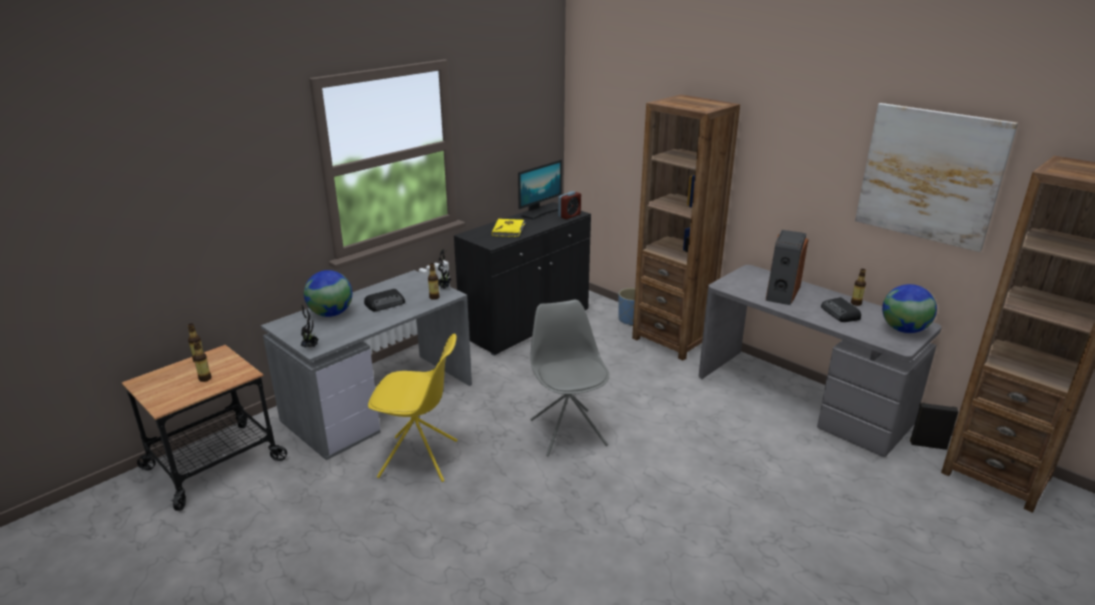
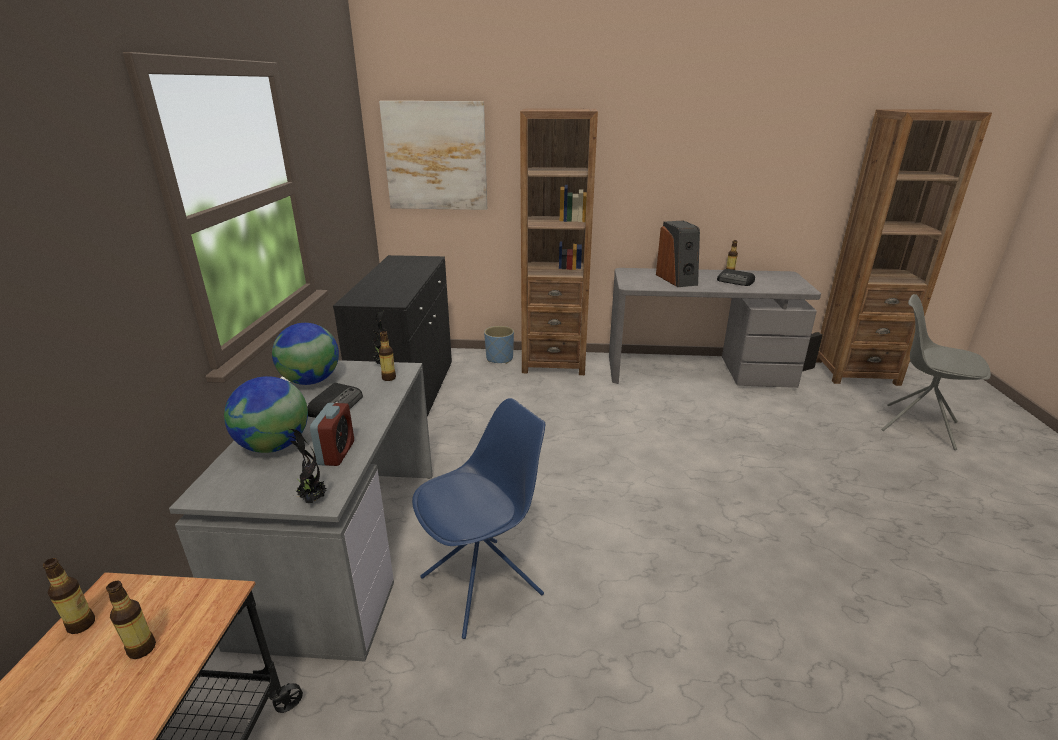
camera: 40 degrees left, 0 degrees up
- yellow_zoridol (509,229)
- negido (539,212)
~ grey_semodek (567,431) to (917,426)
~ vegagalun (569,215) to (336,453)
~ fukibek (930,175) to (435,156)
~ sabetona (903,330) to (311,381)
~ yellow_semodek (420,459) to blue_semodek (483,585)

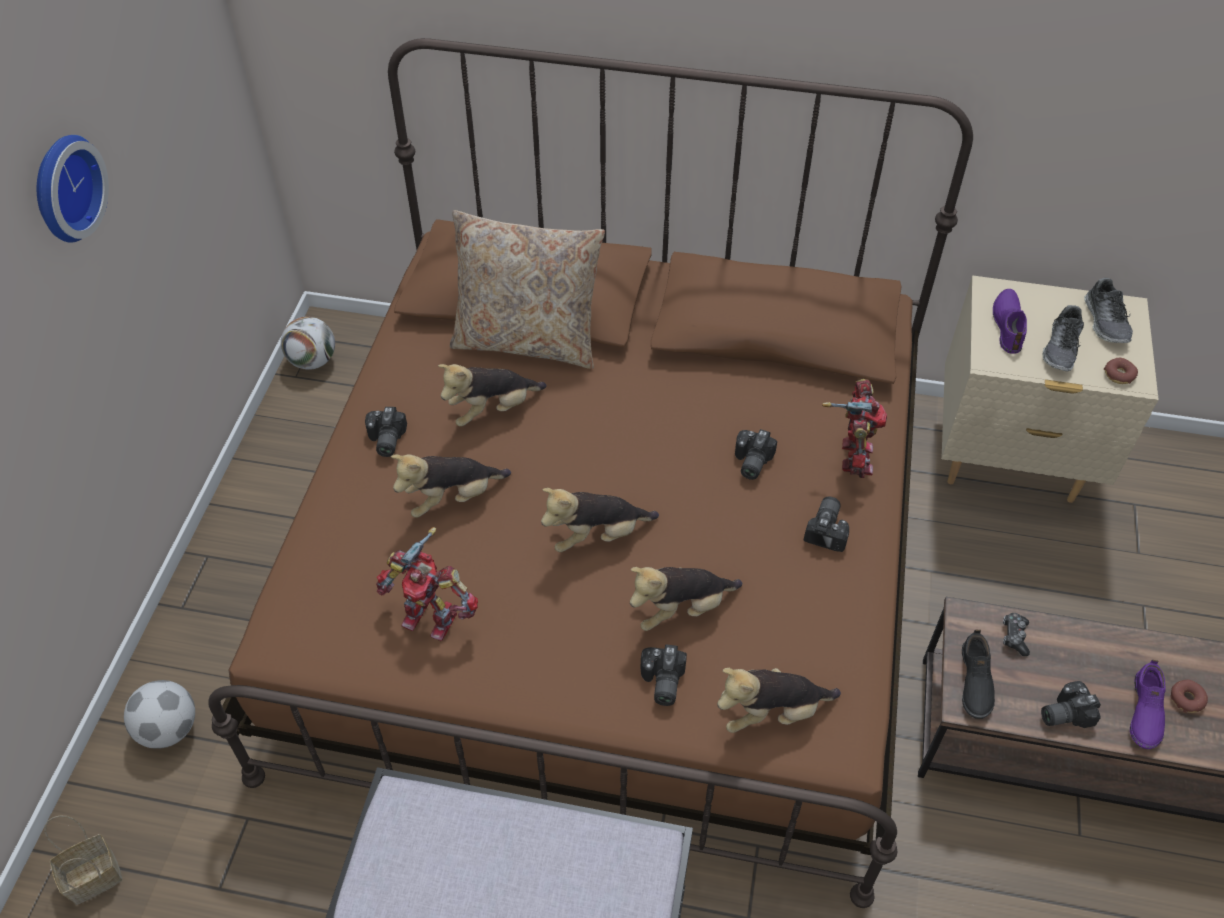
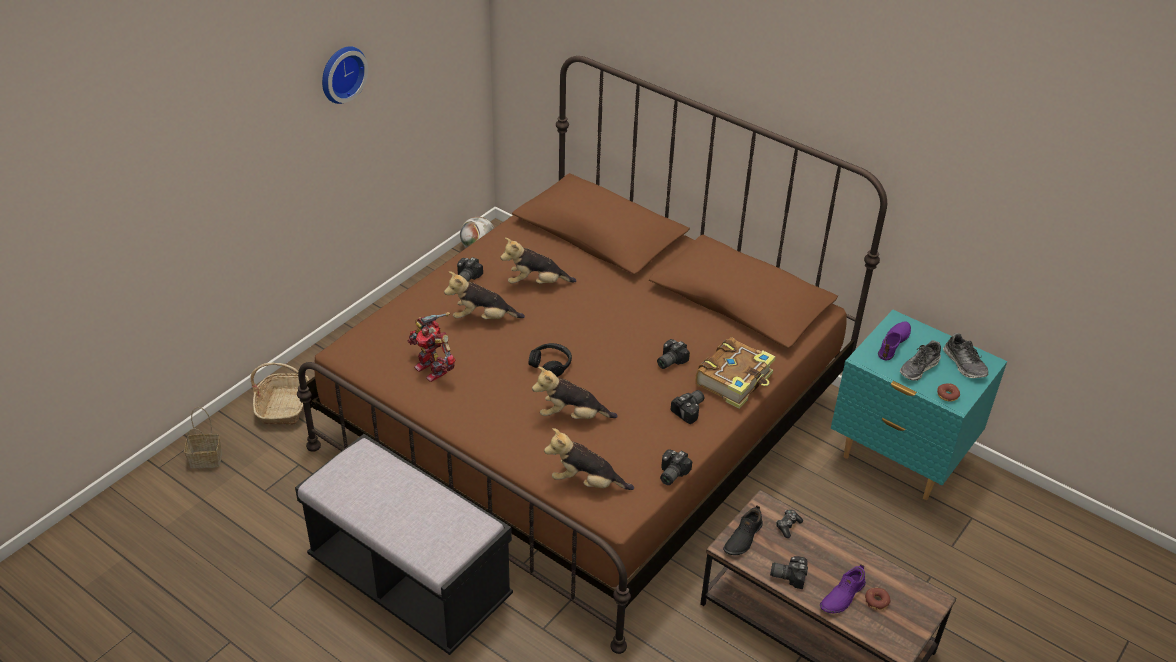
camera: 25 degrees right, 10 degrees down
- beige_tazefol (528,340)
~ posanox (661,682) to (670,473)
~ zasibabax (169,729) to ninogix (284,406)
~ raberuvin (597,536) to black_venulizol (551,364)
~ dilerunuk (852,457) to zoridol (735,380)
~ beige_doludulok (1010,460) to turquoise_doludulok (899,459)
~ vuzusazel (1105,322) = (964,364) 45 degrees counterclockwise

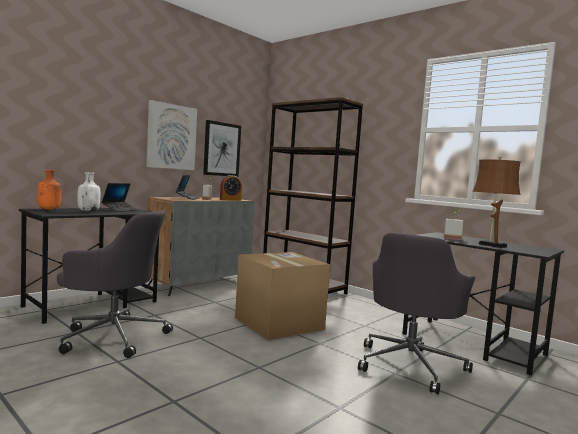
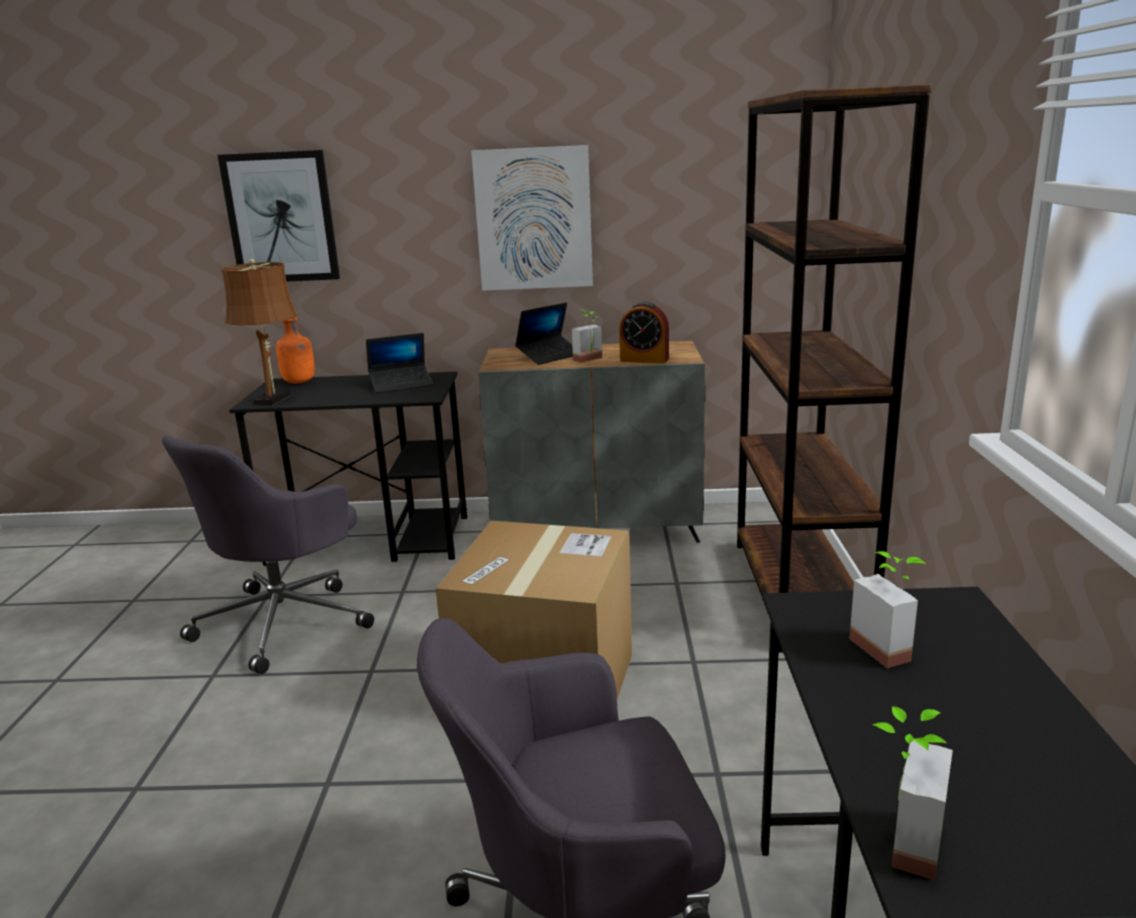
camera: 50 degrees right, 15 degrees up
- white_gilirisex (88,211)
+ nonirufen (899,839)
~ fukibek (222,149) to (281,217)
~ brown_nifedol (490,245) to (275,398)
~ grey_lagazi (113,336) = (285,621) 60 degrees clockwise

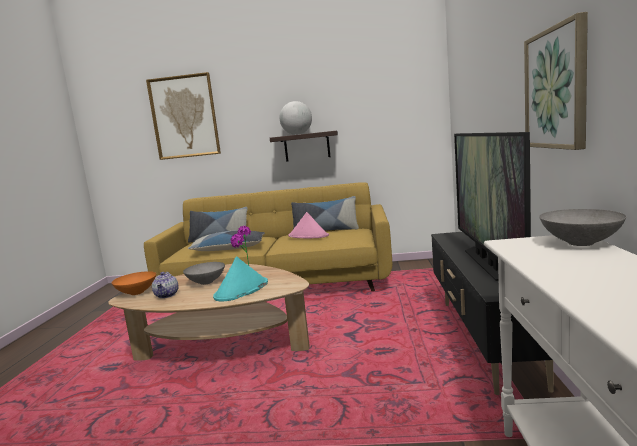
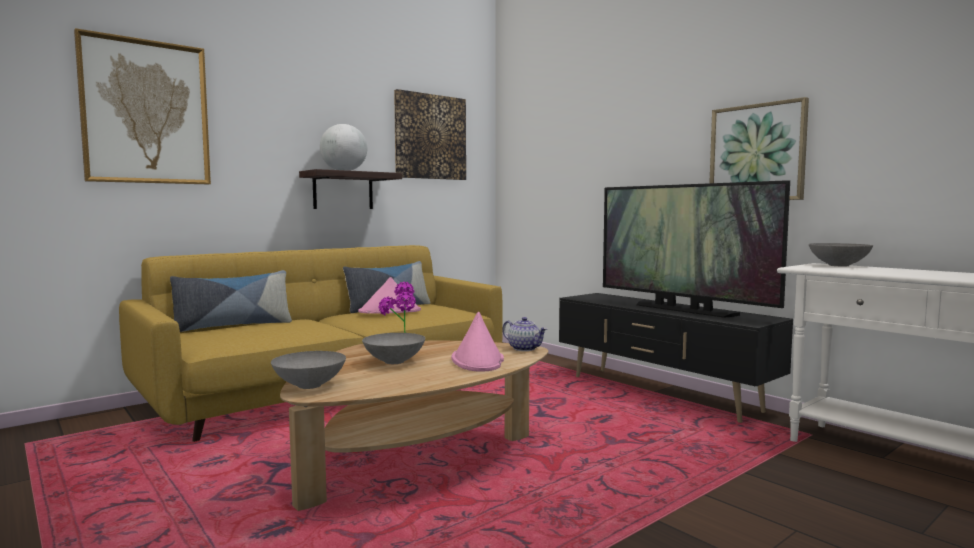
camera: 45 degrees left, 5 degrees down
- tazefol (229,248)
+ fukibek (430,137)
~ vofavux (167,295) to (524,348)
~ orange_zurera (136,293) to grey_zurera (309,386)
~ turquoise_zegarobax (241,290) to pink_zegarobax (477,360)

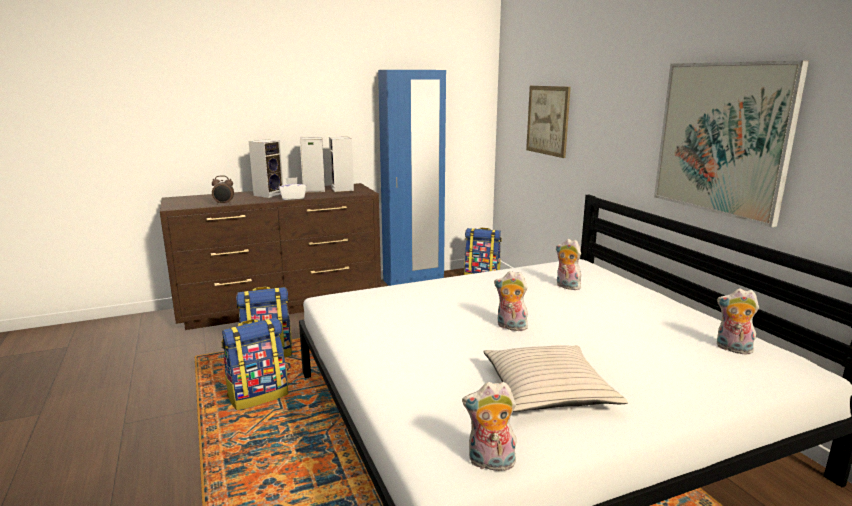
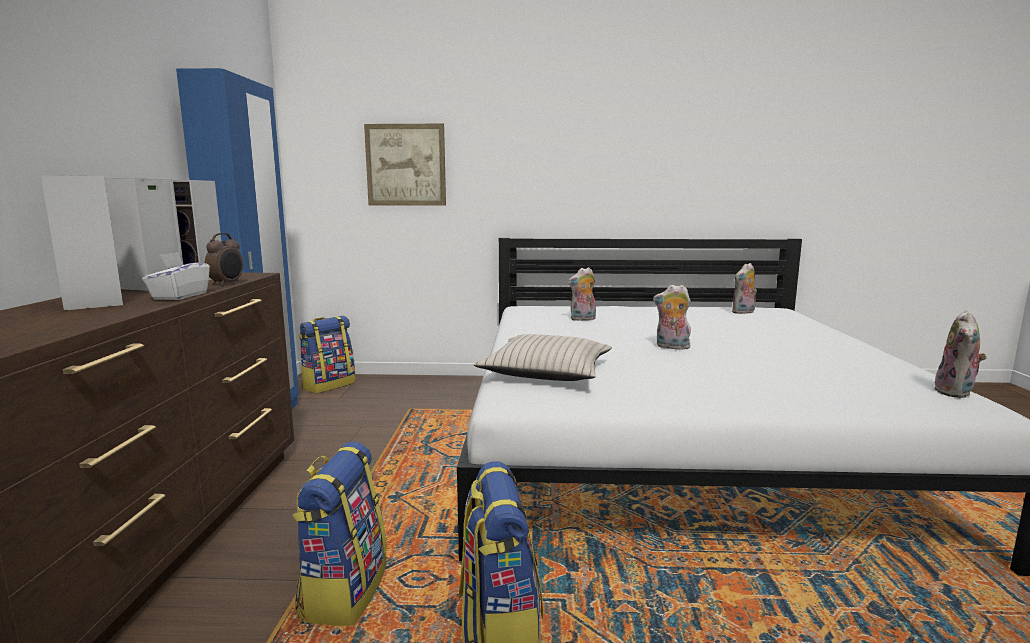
camera: 65 degrees left, 5 degrees down
- fukibek (722,139)
~ vegagalun (224,204) to (227,284)
~ beige_tazefol (548,390) to (546,372)
~ raberuvin (510,327) = (671,347) 60 degrees clockwise

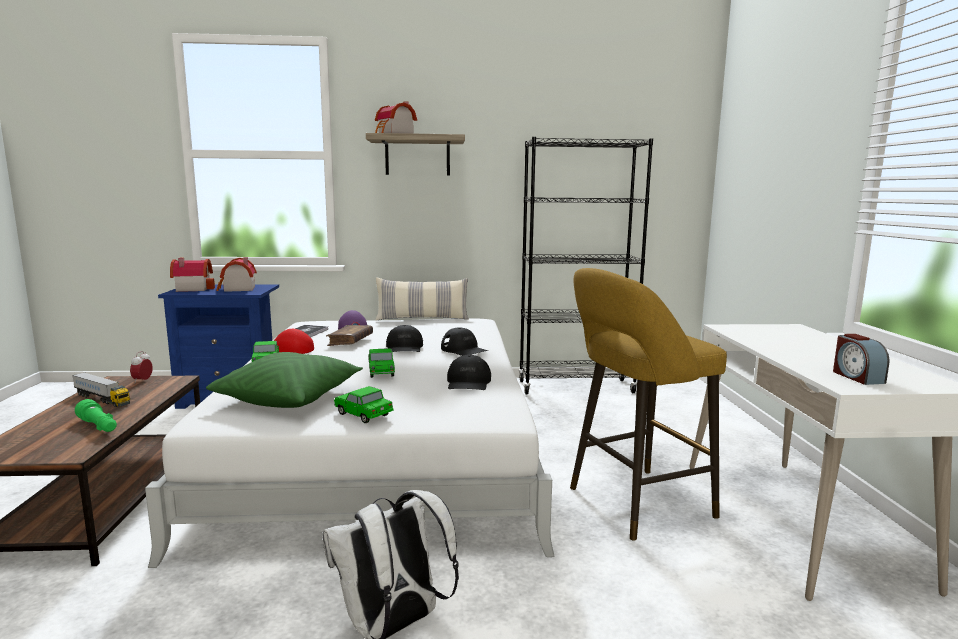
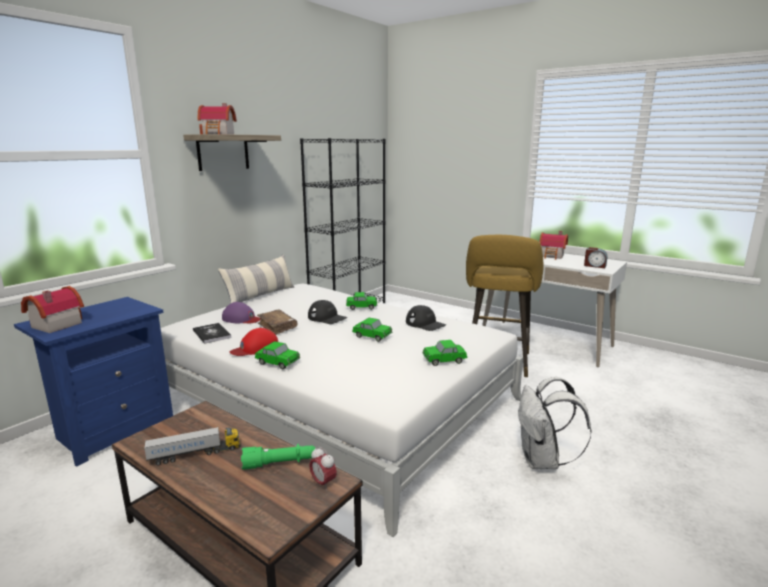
camera: 50 degrees left, 5 degrees up
- green_tazefol (290,397)
~ vegagalun (142,381) to (323,483)
~ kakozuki (237,289) to (552,256)
~ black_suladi (464,350) to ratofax (361,307)

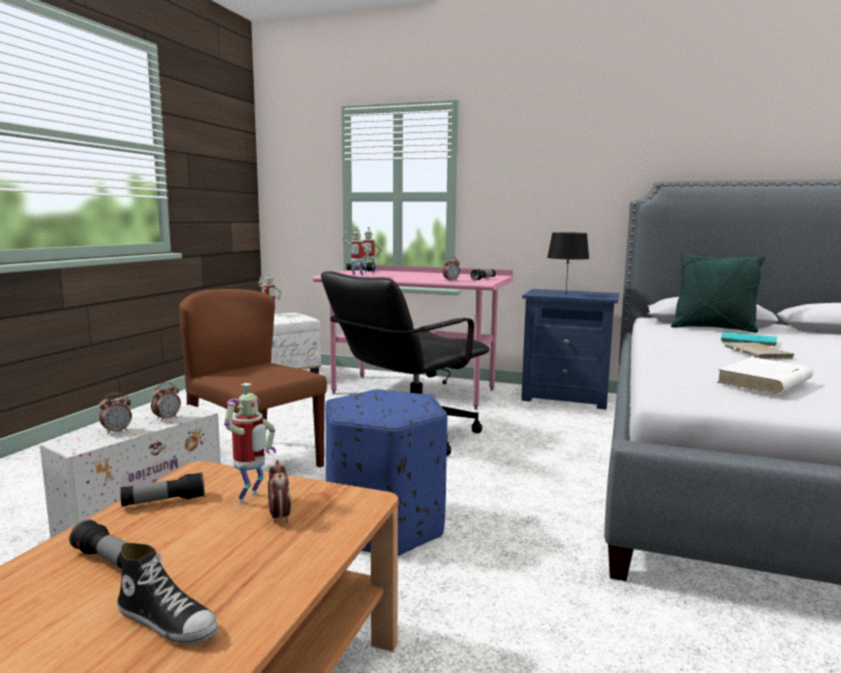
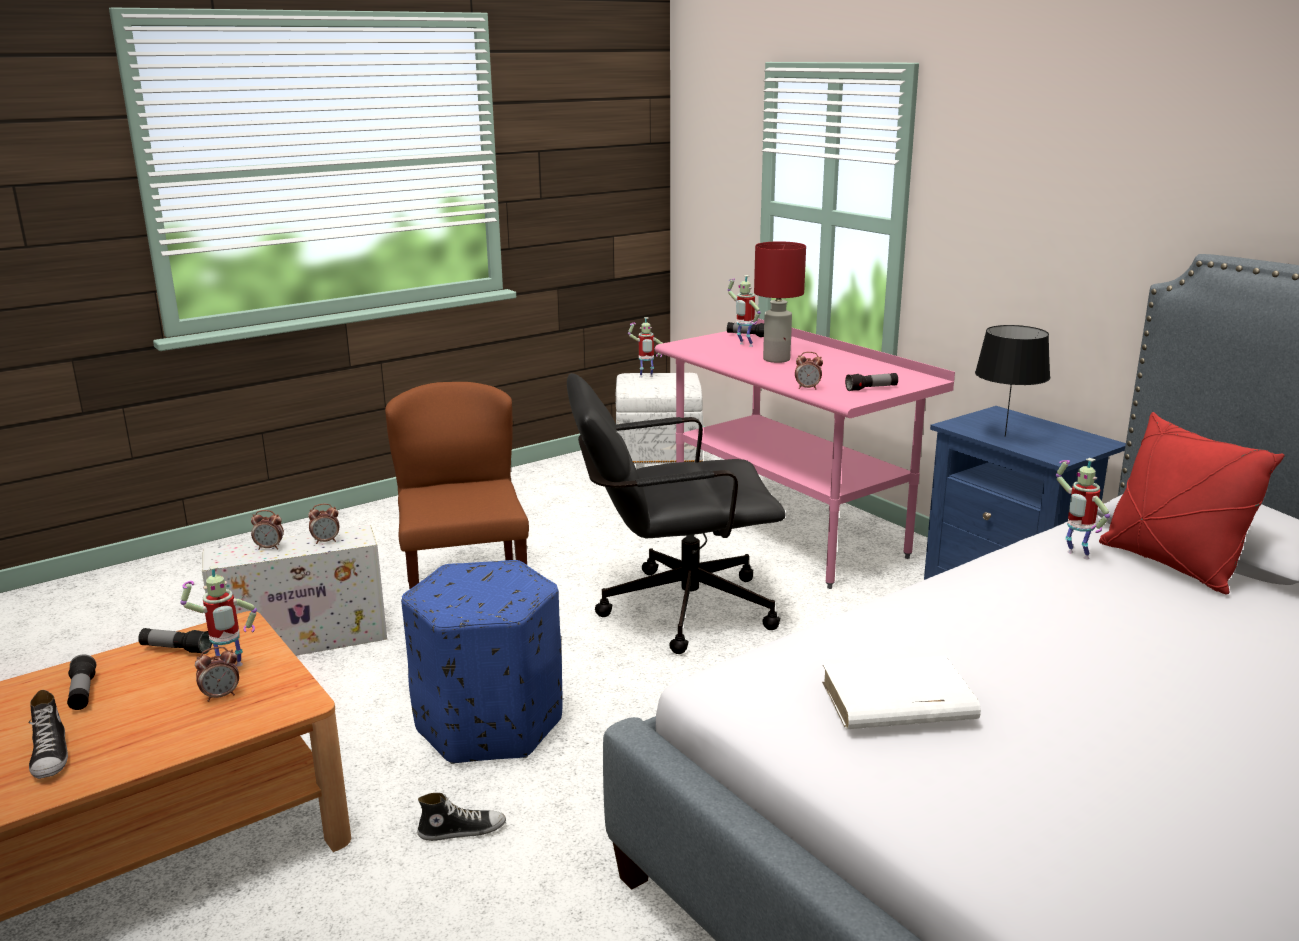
camera: 35 degrees right, 10 degrees up
- turquoise_zoridol (746,341)
- beige_zoridol (759,354)
+ vuzusazel (462,830)
+ red_nifedol (776,359)
~ dilerunuk (357,276) to (1075,555)
~ green_tazefol (713,329) to red_tazefol (1171,564)
~ vegagalun (279,517) = (221,695) 45 degrees clockwise

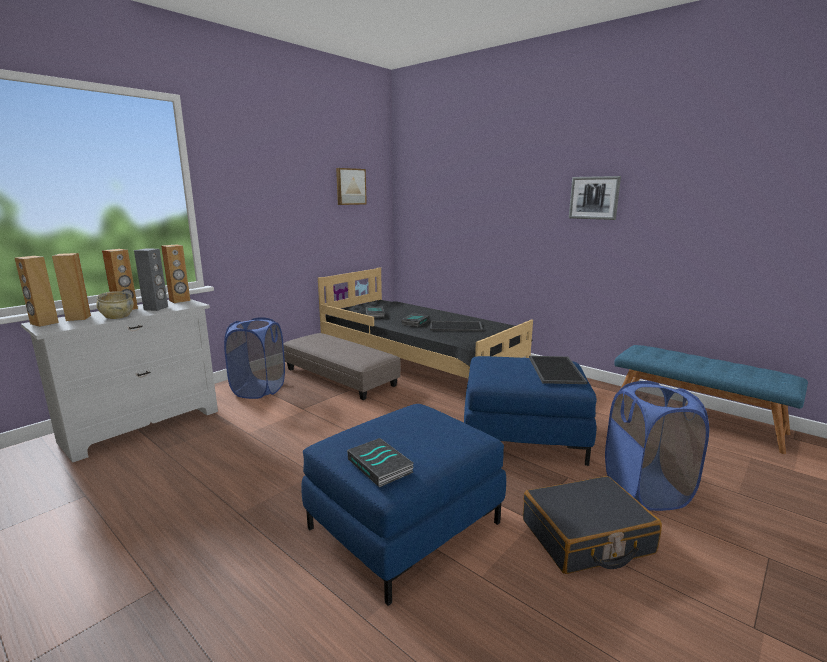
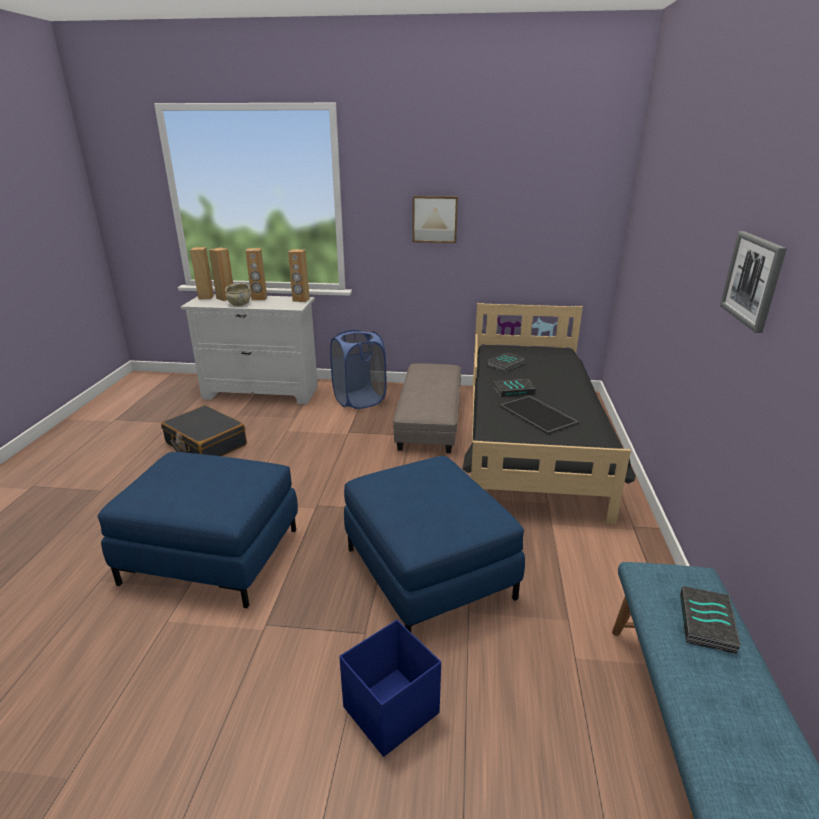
camera: 55 degrees right, 10 degrees up
- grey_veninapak (156,308)
- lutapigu (554,369)
~ fukibek (350,186) to (435,219)
~ zoridol (381,466) to (708,624)
~ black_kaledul (586,537) to (205,444)
~ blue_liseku (645,490) to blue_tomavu (389,711)

